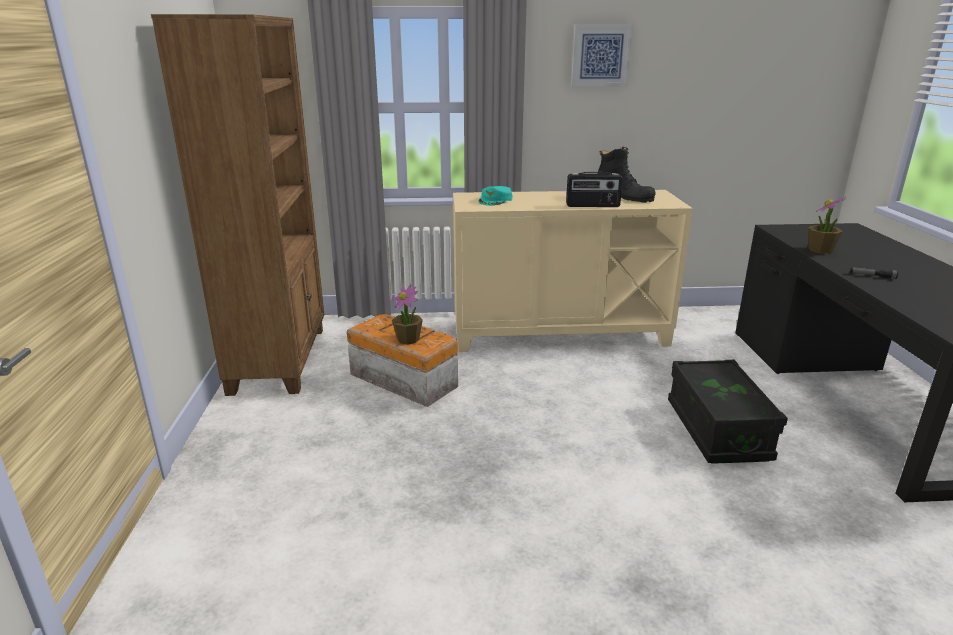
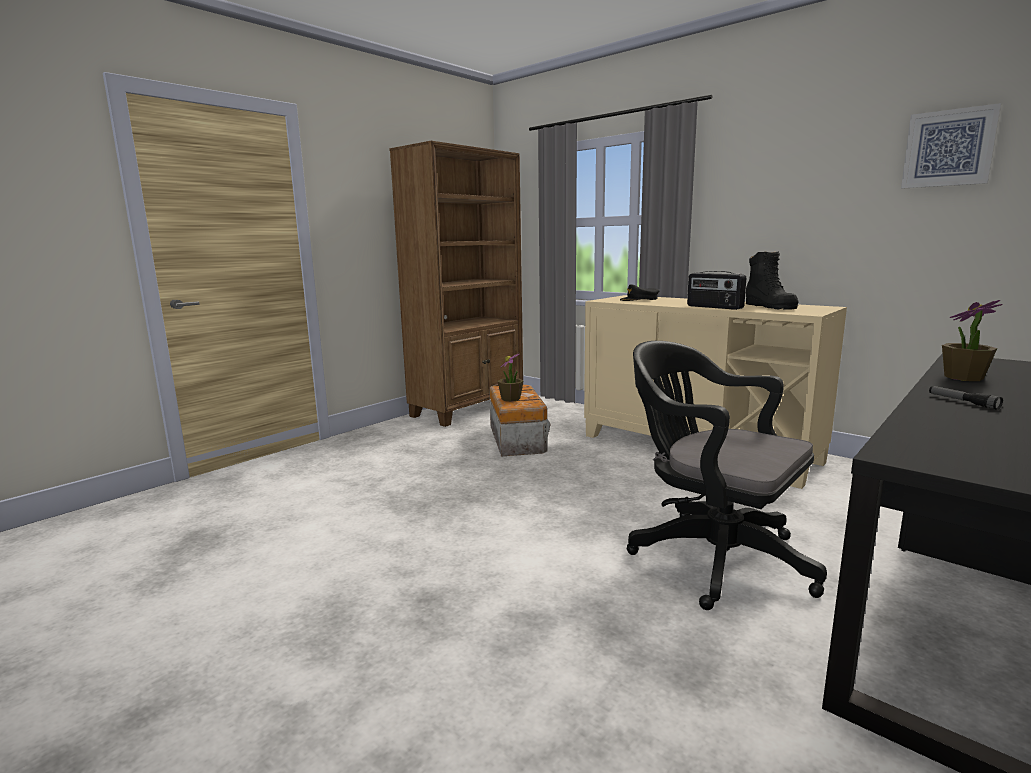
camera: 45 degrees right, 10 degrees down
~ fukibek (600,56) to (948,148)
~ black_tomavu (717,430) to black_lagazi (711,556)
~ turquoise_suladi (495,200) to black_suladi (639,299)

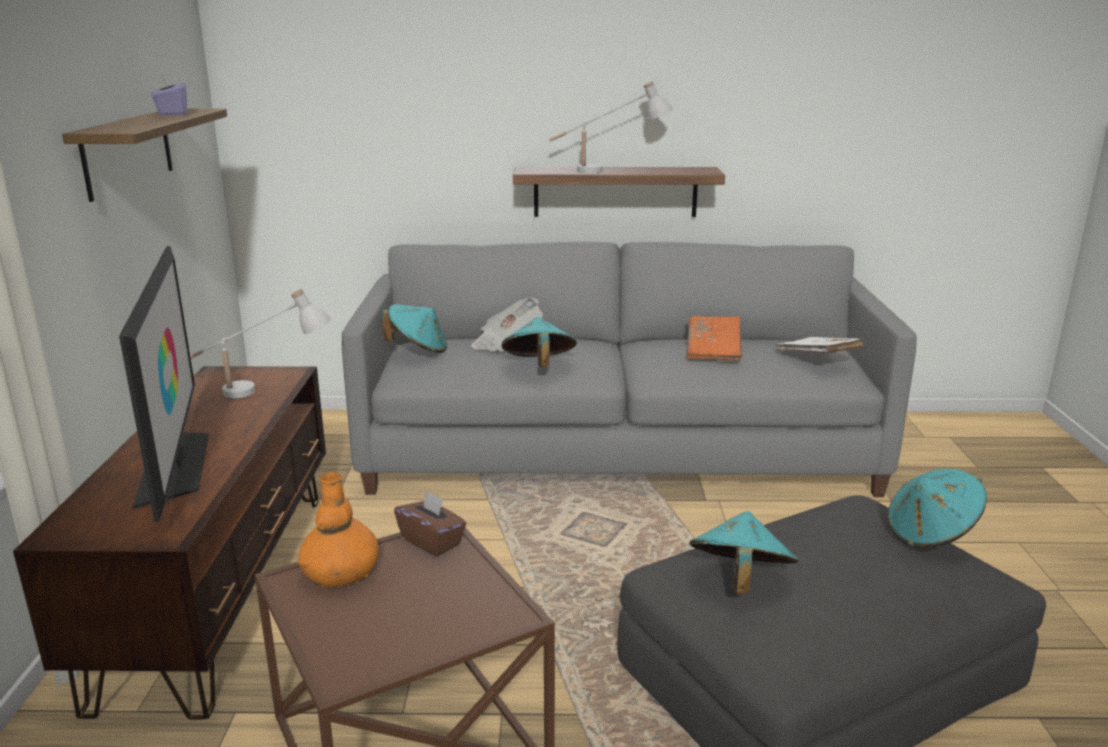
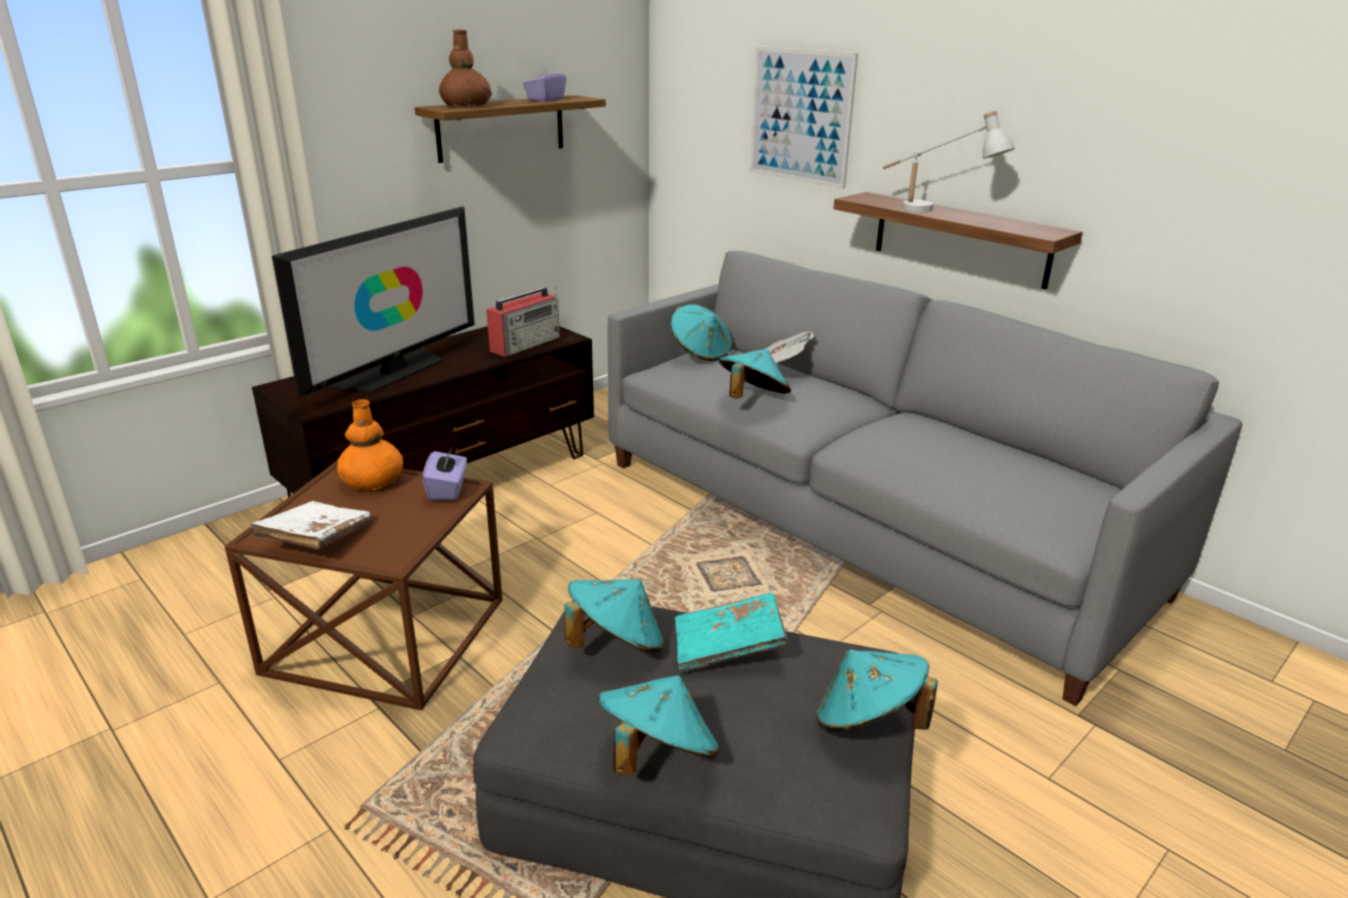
camera: 45 degrees right, 5 degrees up
- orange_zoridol (713,350)
+ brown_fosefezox (466,106)
+ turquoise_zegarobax (657,754)
+ turquoise_zoridol (728,647)
+ fukibek (800,116)
~ white_zoridol (817,358) to (316,539)
~ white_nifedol (263,391) to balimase (526,344)
~ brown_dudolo (432,541) to purple_dudolo (448,489)

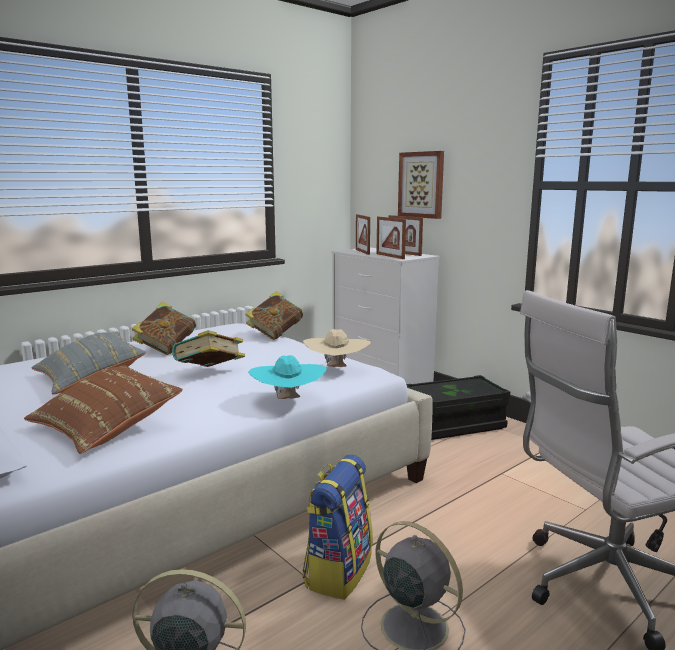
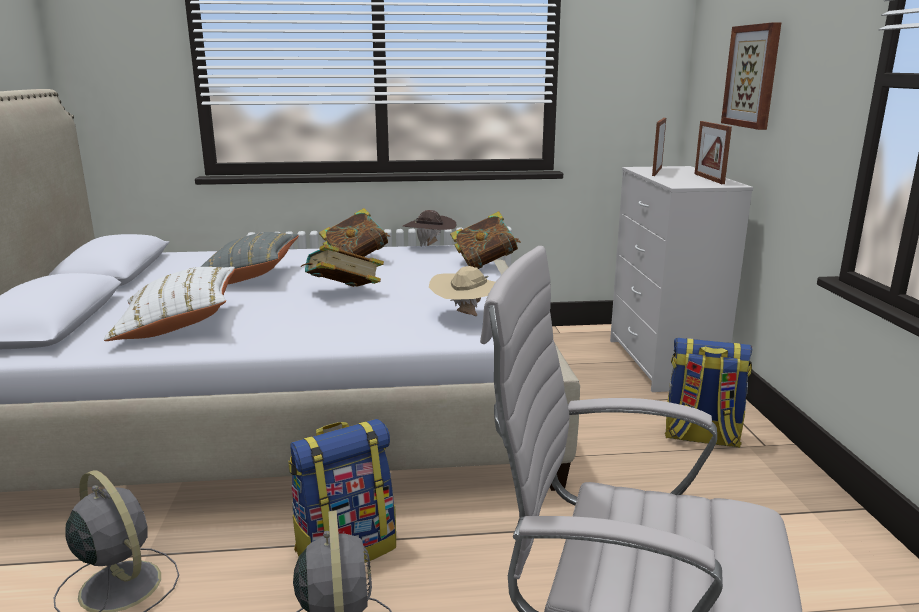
camera: 35 degrees right, 5 degrees up
- turquoise_zegarobax (288,400)
- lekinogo (390,256)
+ brown_zegarobax (430,246)
~ black_tomavu (454,425) to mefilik (700,437)
~ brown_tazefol (106,427) to white_tazefol (178,324)

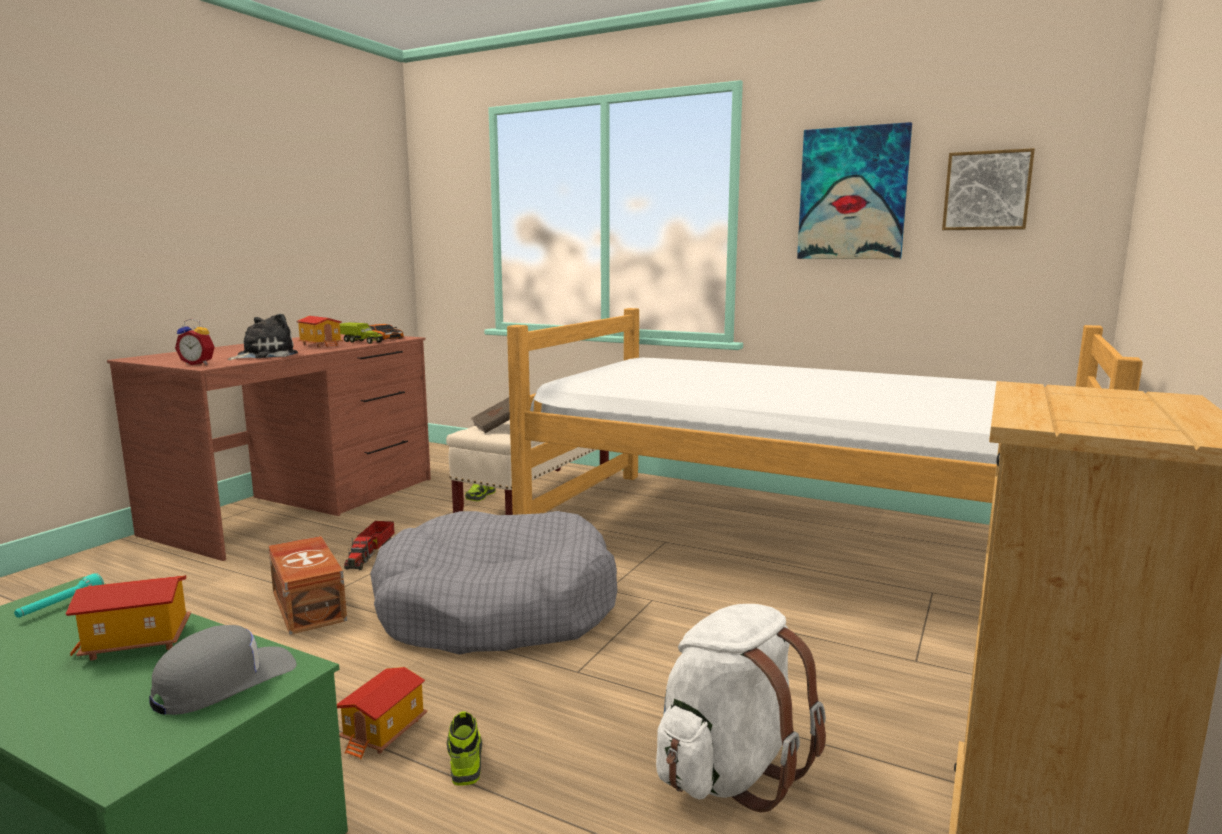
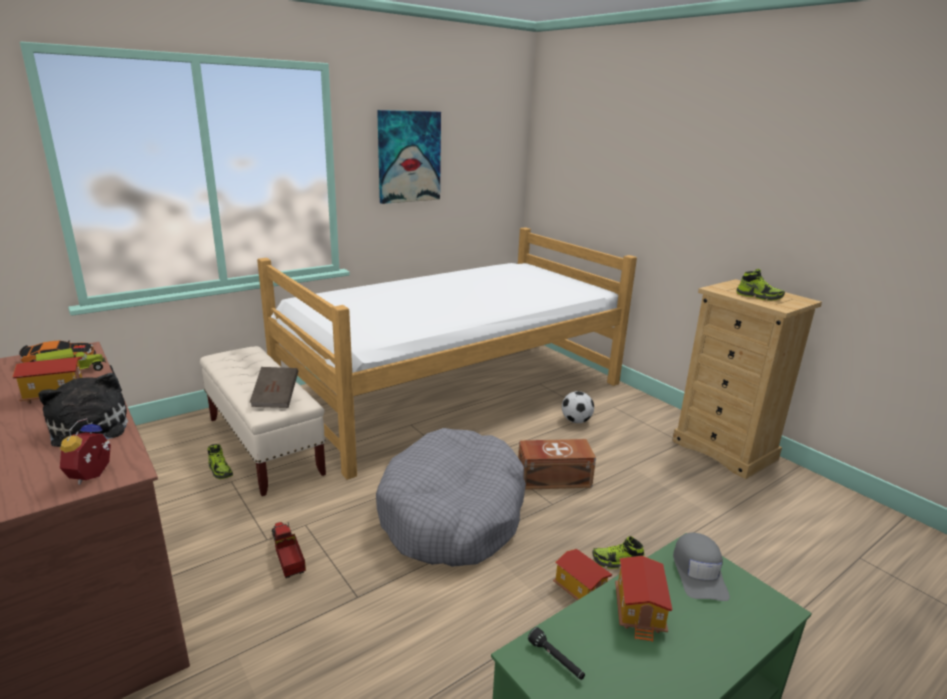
camera: 65 degrees left, 10 degrees up
- white_mefilik (730,770)
- fukibek (987,191)
+ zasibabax (576,421)
+ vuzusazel (759,296)
~ brown_tomavu (310,605) to (552,477)
~ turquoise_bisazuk (60,606) to black_bisazuk (556,660)
~ grey_suladi (225,681) = (699,573) 150 degrees counterclockwise
~ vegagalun (198,363) = (94,475) 150 degrees clockwise
~ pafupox (371,553) = (287,556) 150 degrees counterclockwise

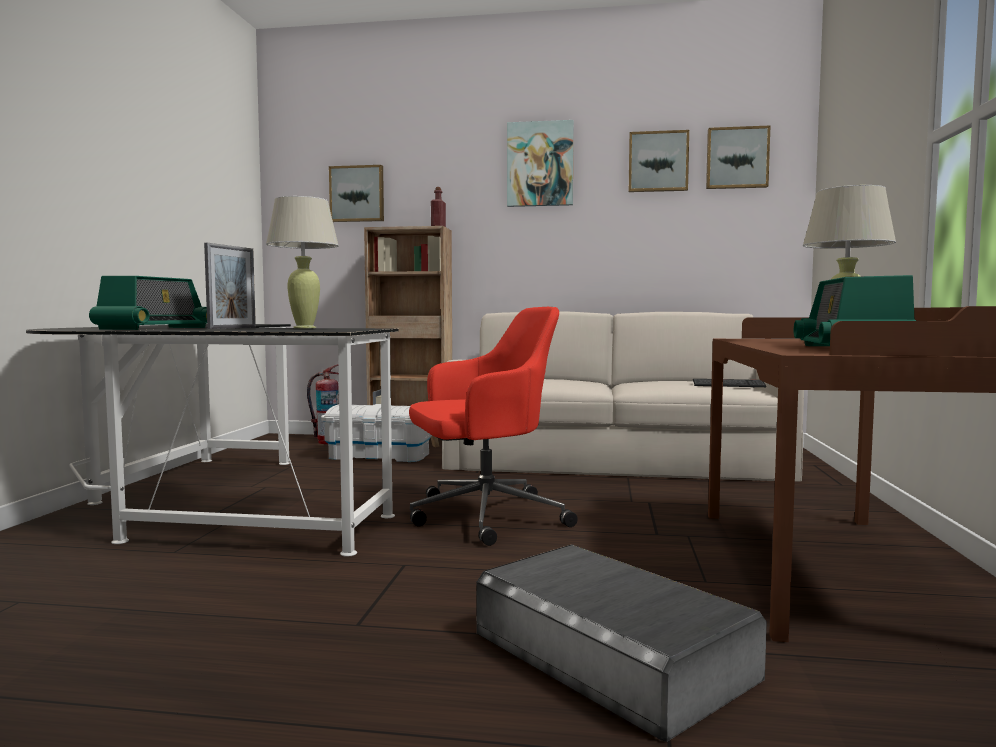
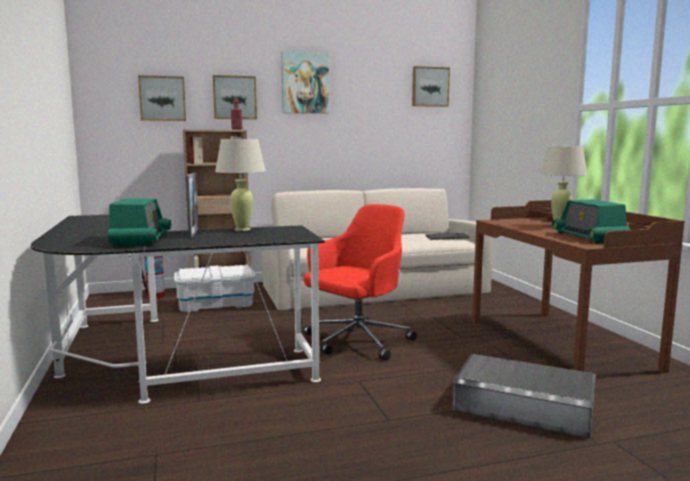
camera: 25 degrees left, 5 degrees up
~ fukibek (658,162) to (234,97)

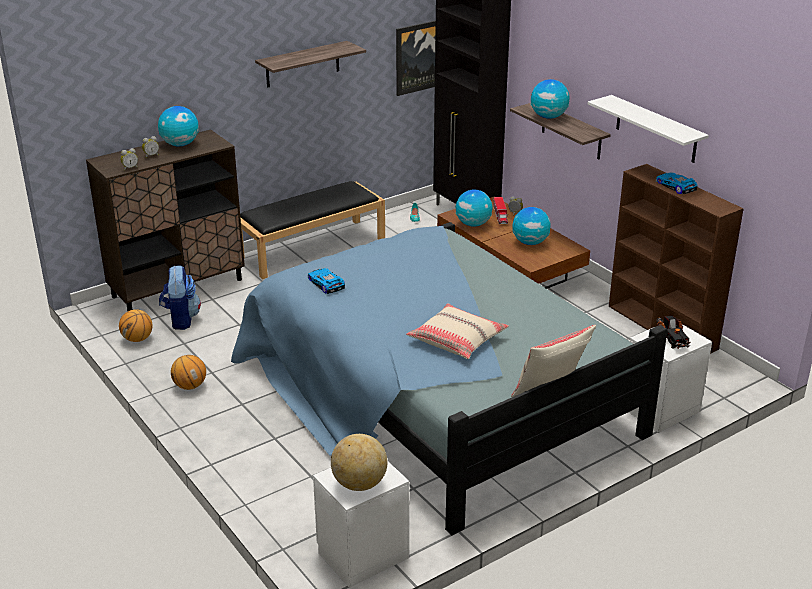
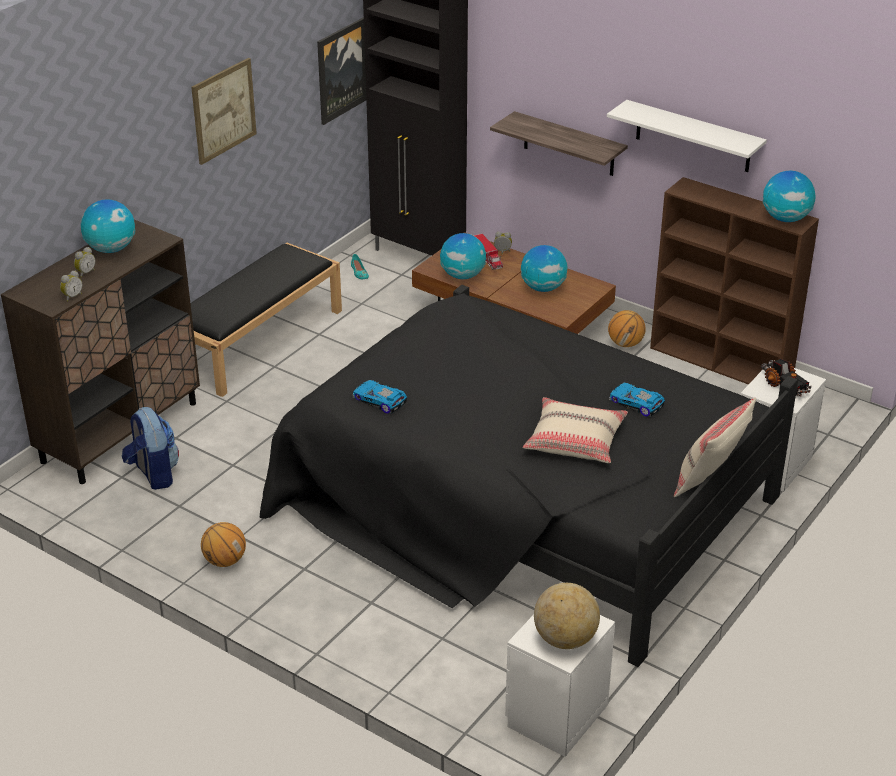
camera: 20 degrees left, 5 degrees up
~ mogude (138,339) to (625,344)
~ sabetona (548,117) to (785,218)
~ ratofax (675,186) to (636,403)
~ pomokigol (302,64) to fukibek (223,110)
~ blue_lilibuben (434,395) to black_lilibuben (521,503)

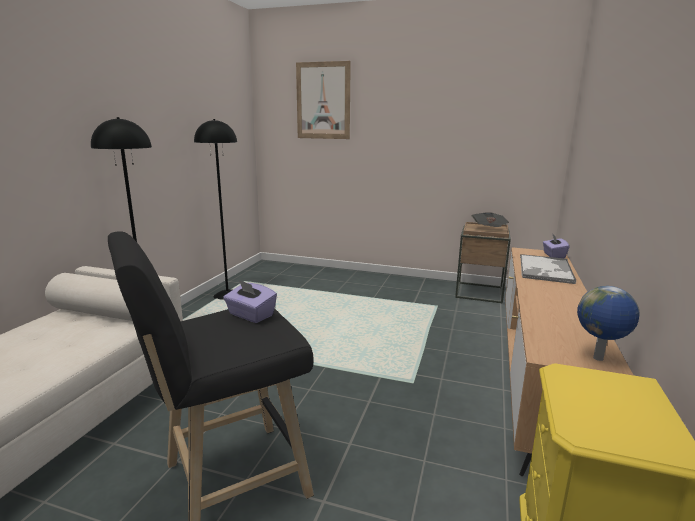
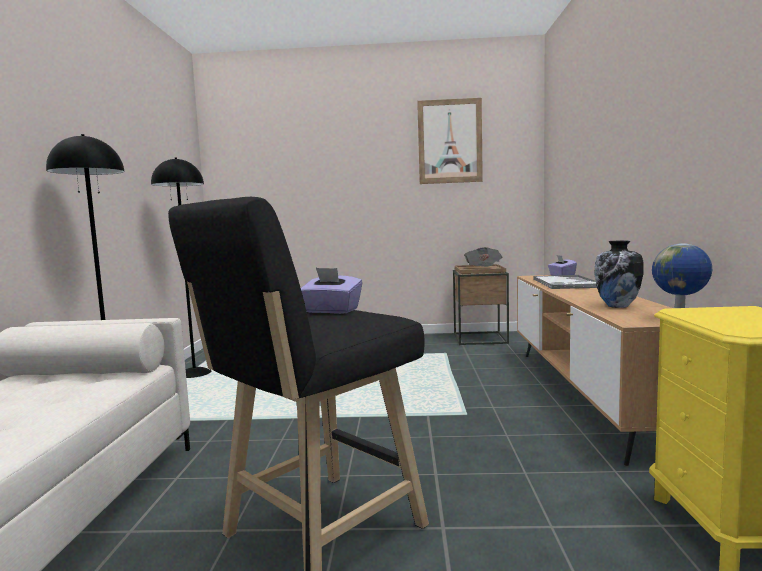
camera: 15 degrees left, 10 degrees down
+ fosefezox (618,306)
~ fukibek (323,101) to (450,141)

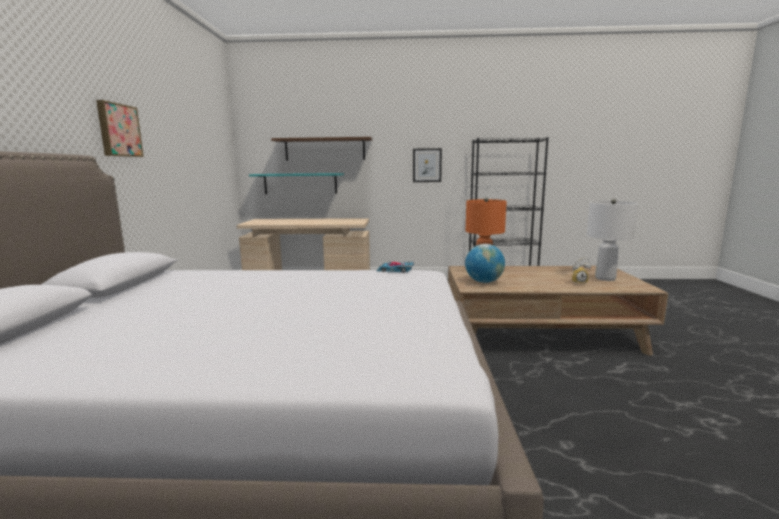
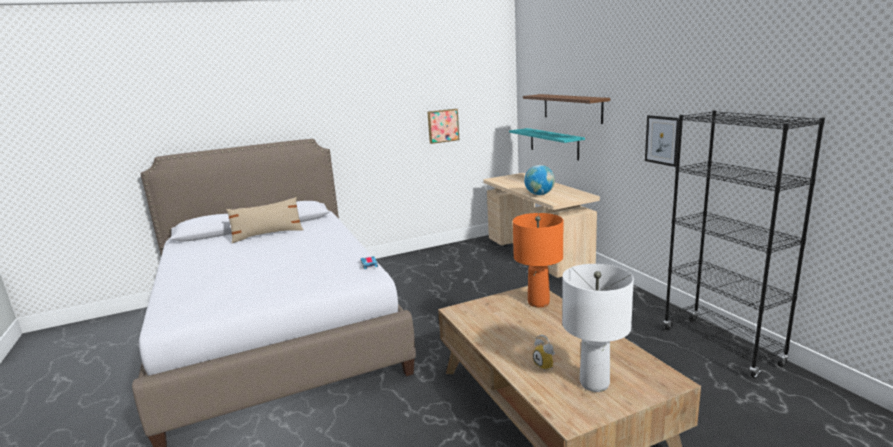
camera: 65 degrees right, 5 degrees up
+ beige_tazefol (268,235)
~ fukibek (118,130) to (442,125)
~ sabetona (484,282) to (539,194)

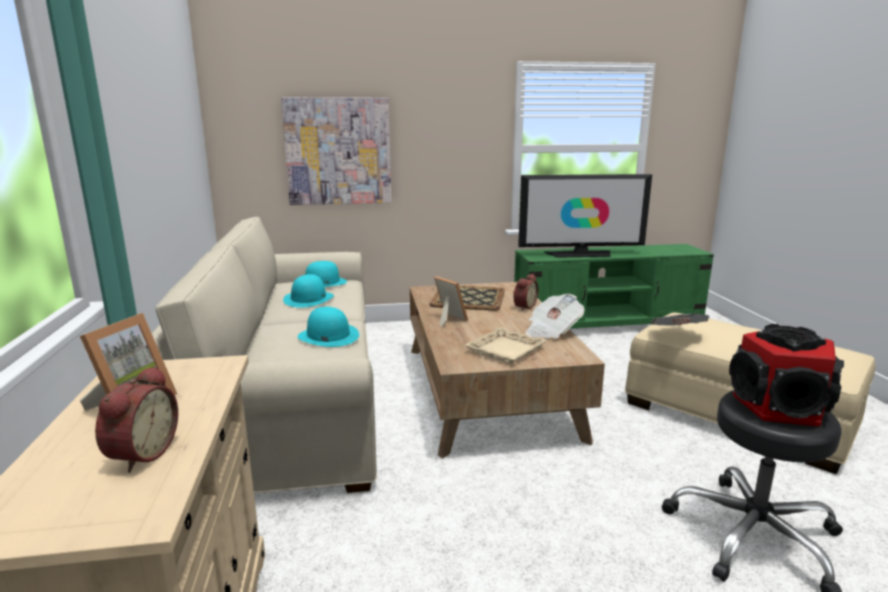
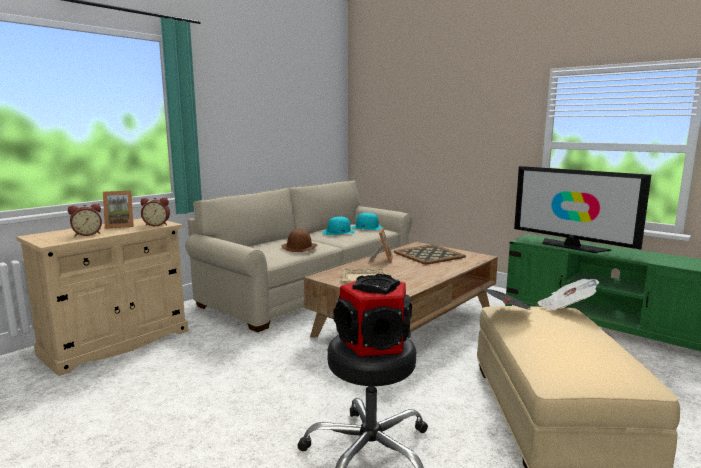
camera: 50 degrees right, 5 degrees down
- fukibek (338,151)
~ vegagalun (523,307) to (157,225)
~ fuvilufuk (552,331) to (566,308)
~ turquoise_zegarobax (328,336) to brown_zegarobax (299,247)

